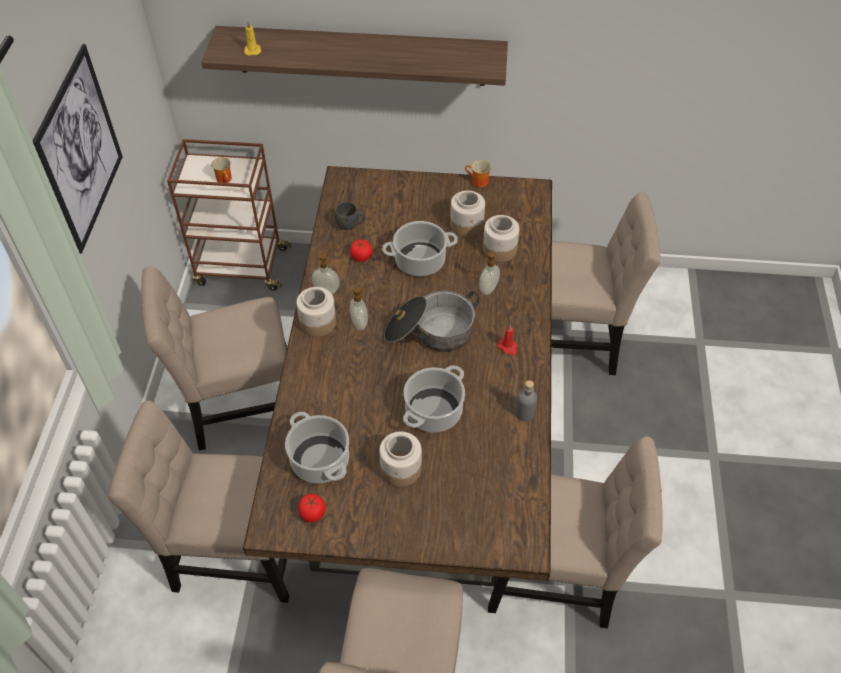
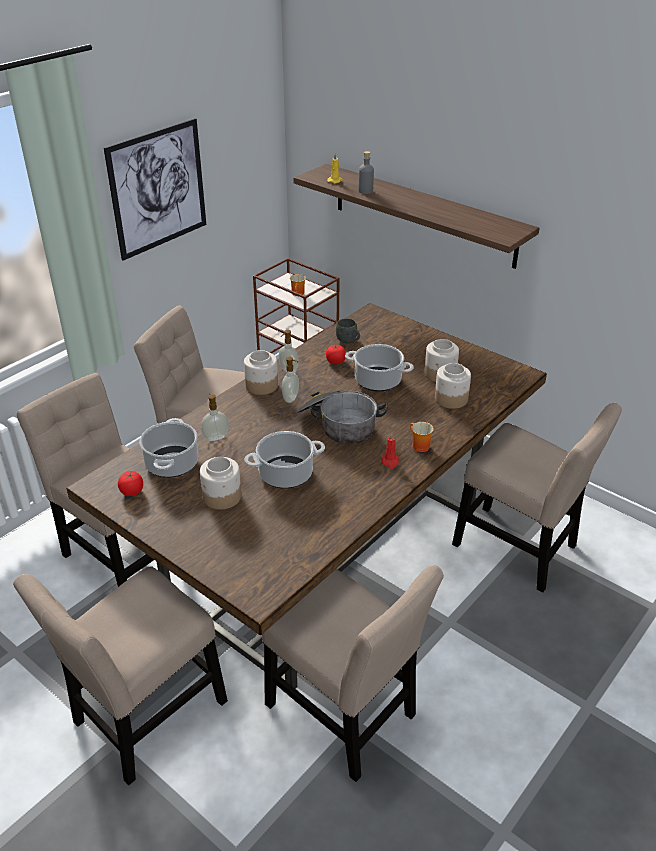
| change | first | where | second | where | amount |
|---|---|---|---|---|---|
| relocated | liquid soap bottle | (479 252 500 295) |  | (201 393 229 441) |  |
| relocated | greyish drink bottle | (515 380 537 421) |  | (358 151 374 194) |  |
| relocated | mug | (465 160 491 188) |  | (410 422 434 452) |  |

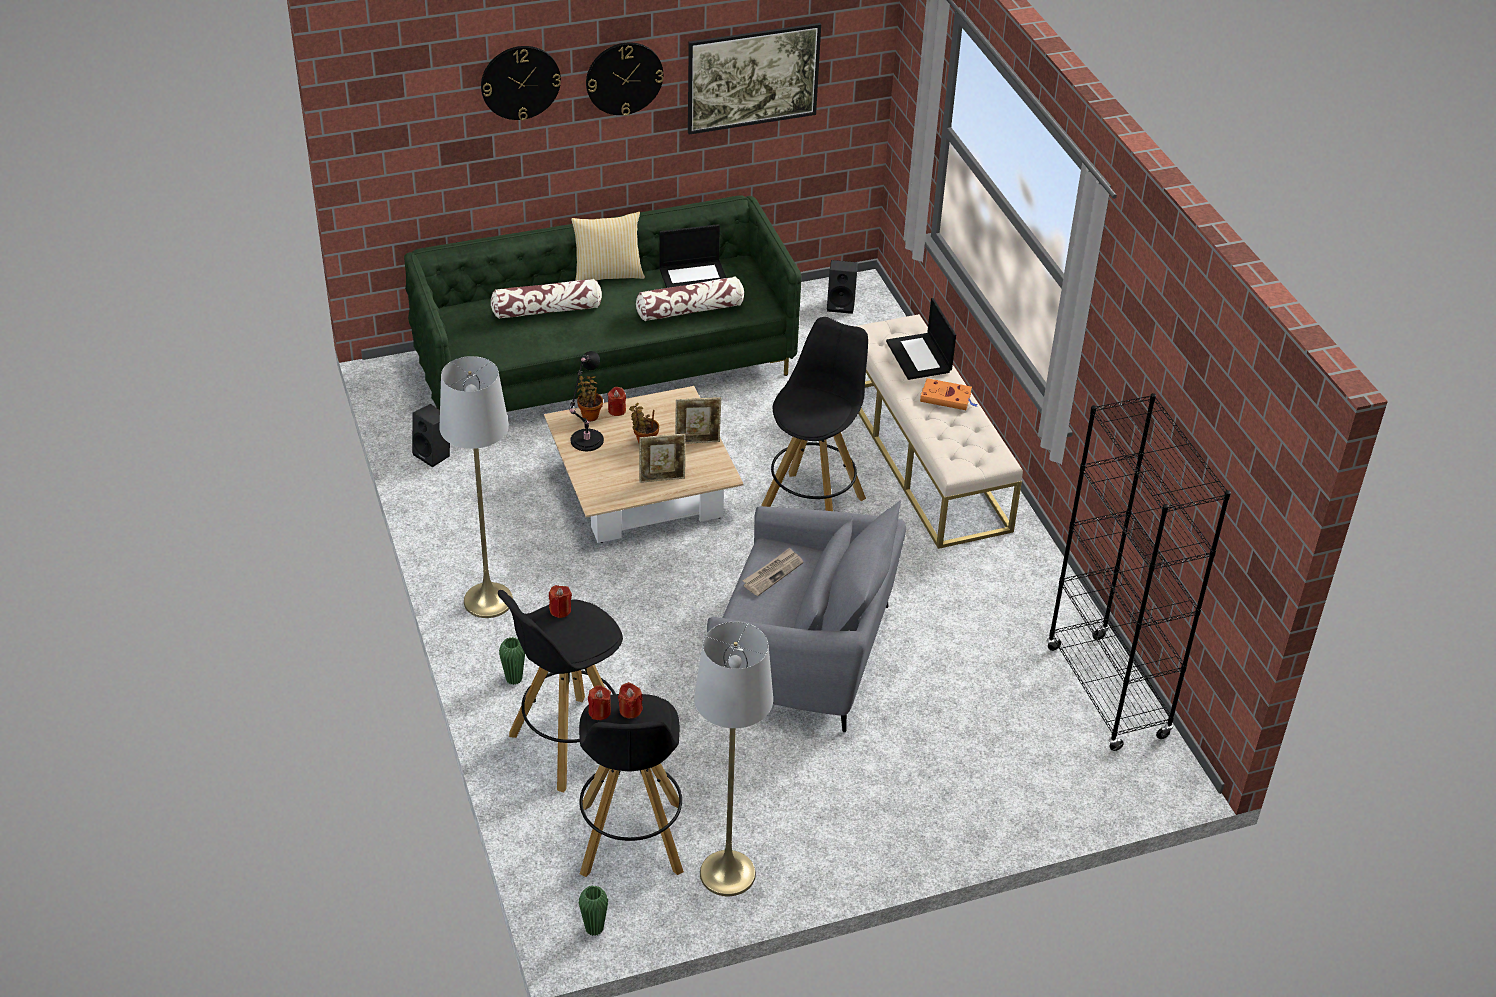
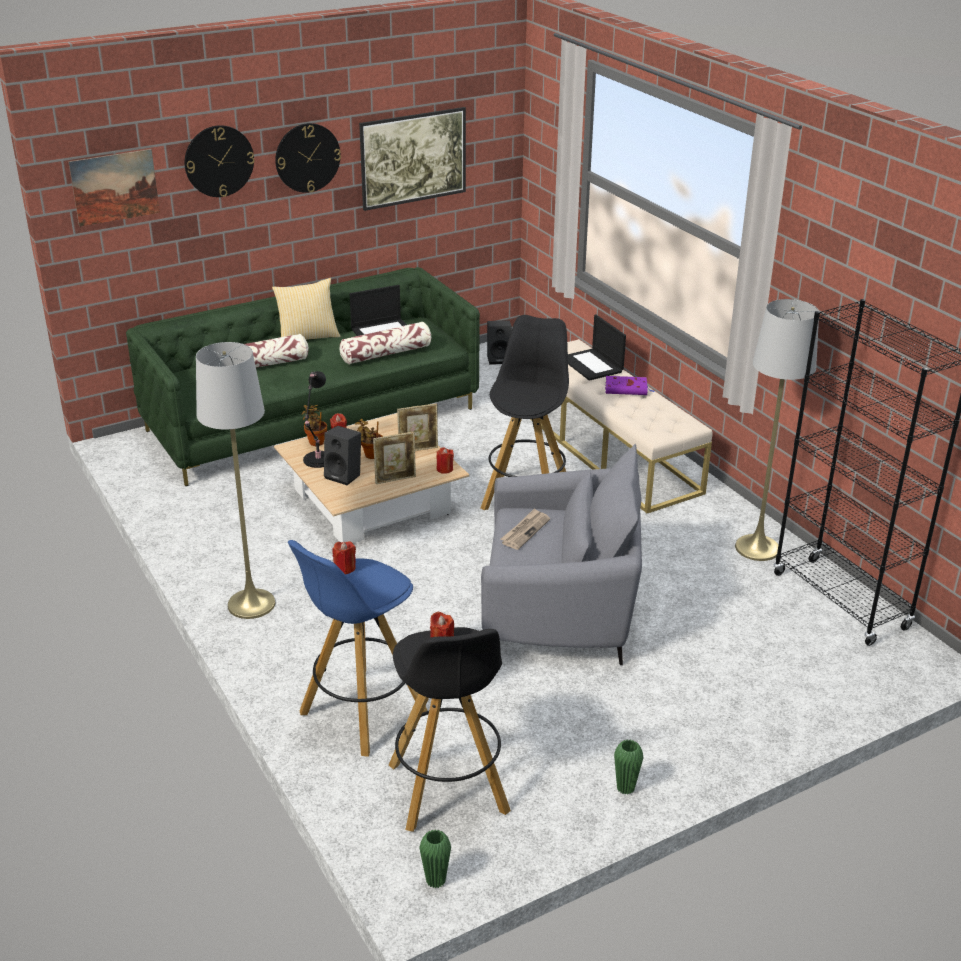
| change | first | where | second | where | amount |
|---|---|---|---|---|---|
| appeared |  |  | wall art | (68 149 160 227) |  |
| colour | black stool | (498 590 623 793) | bluish stool | (288 540 427 757) |  |
| relocated | black speaker | (412 404 450 467) |  | (324 426 361 485) |  |
| relocated | red-coloured candle | (588 685 611 720) |  | (436 447 454 473) |  |
| colour | orange volume | (920 378 978 410) | purple volume | (605 376 655 395) |  |
| relocated | green-coloured decorative vase | (499 637 525 685) |  | (614 740 644 795) |  |
| relocated | greyish standard lamp | (694 622 773 896) |  | (735 299 819 561) |  |

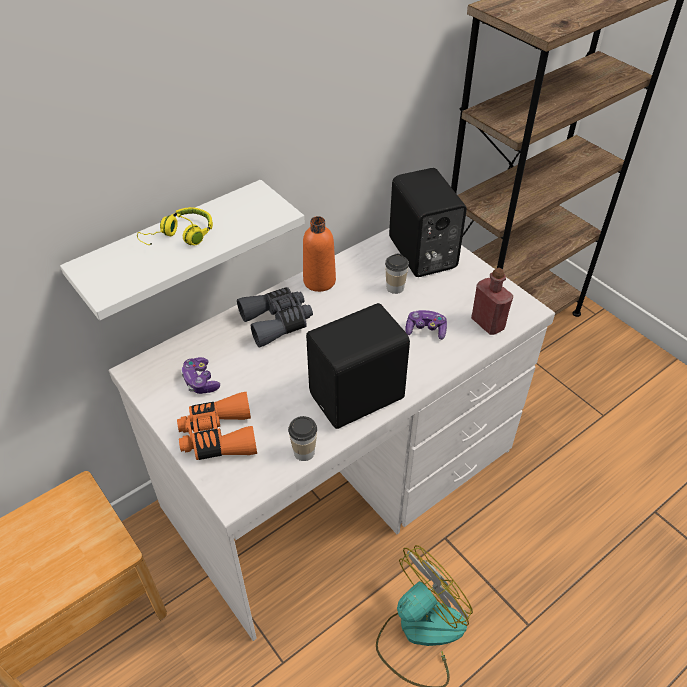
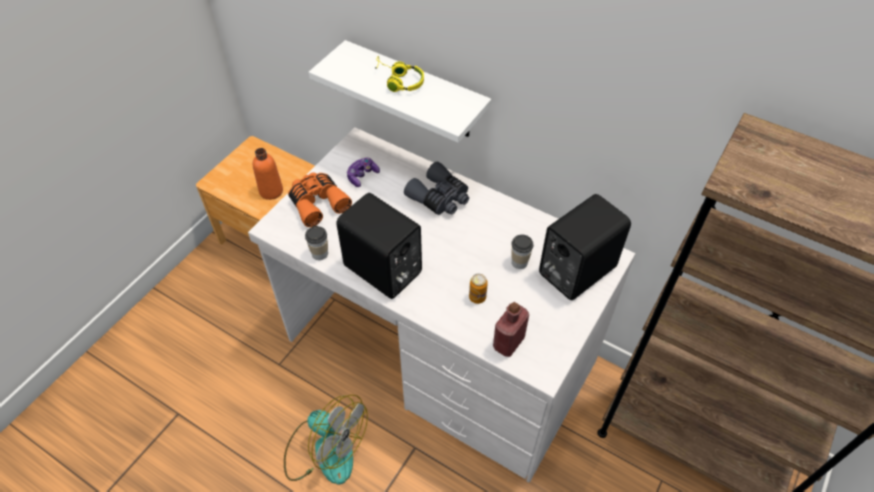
| change | first | where | second | where | amount |
|---|---|---|---|---|---|
| relocated | orange drink bottle | (303 216 336 292) |  | (253 148 283 200) |  |
| exchanged | gamepad | (405 310 447 340) | metal can | (469 274 488 304) |  |

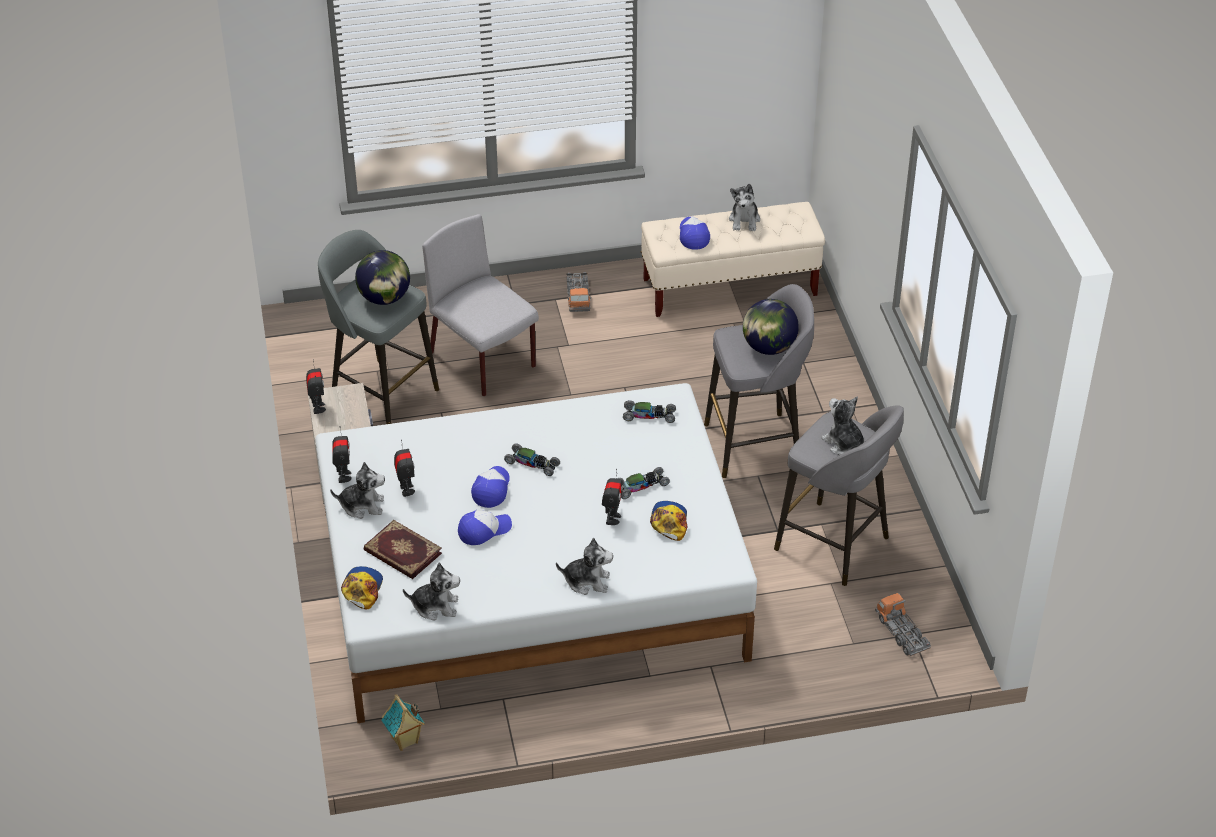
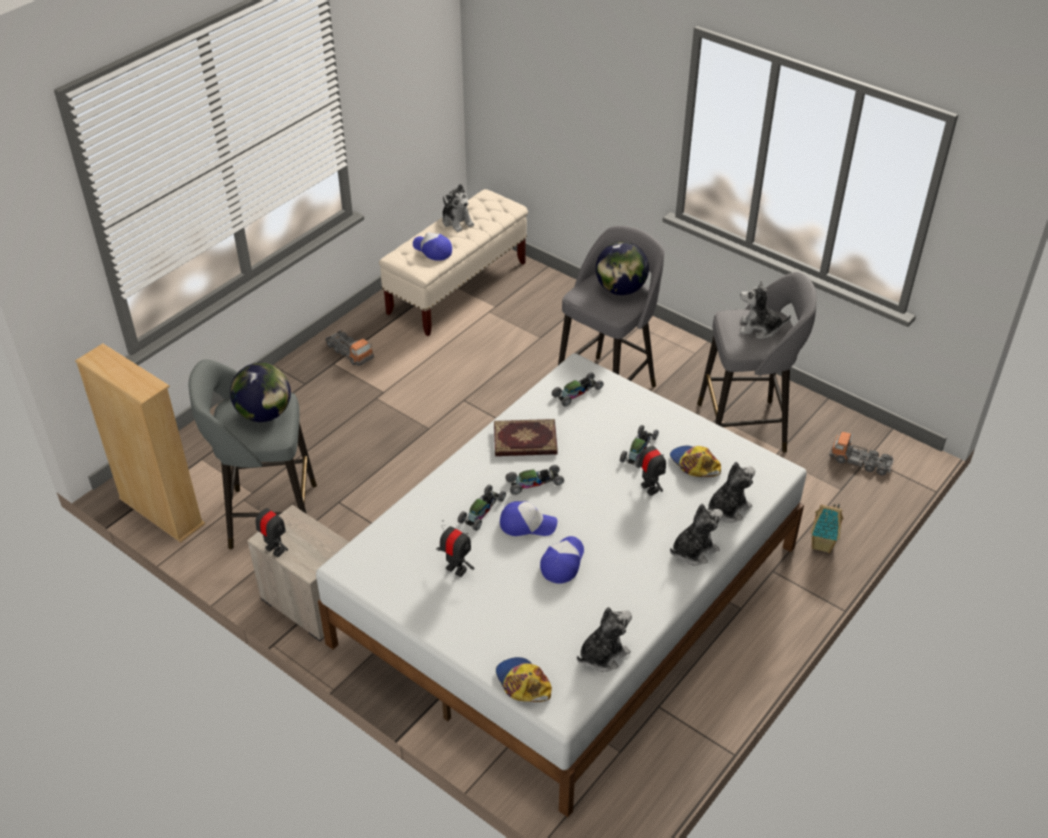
| change | first | where | second | where | amount |
|---|---|---|---|---|---|
| appeared |  |  | beige-coloured bookcase | (75 343 205 543) |  |
| appeared |  |  | toy car | (458 485 506 531) |  |
| relocated | volume | (364 520 442 579) |  | (494 419 558 456) |  |
| spun | peaked cap | (471 466 510 508) |  | (500 501 557 536) | 120 degrees clockwise |
| relocated | plush toy | (330 462 385 519) |  | (708 462 755 523) |  |
| relocated | miniature house | (381 694 425 751) |  | (811 503 843 553) |  |
| missing | toy robot | (332 426 352 483) |  |  |  |
| missing | greyish upright chair | (422 214 539 396) |  |  |  |

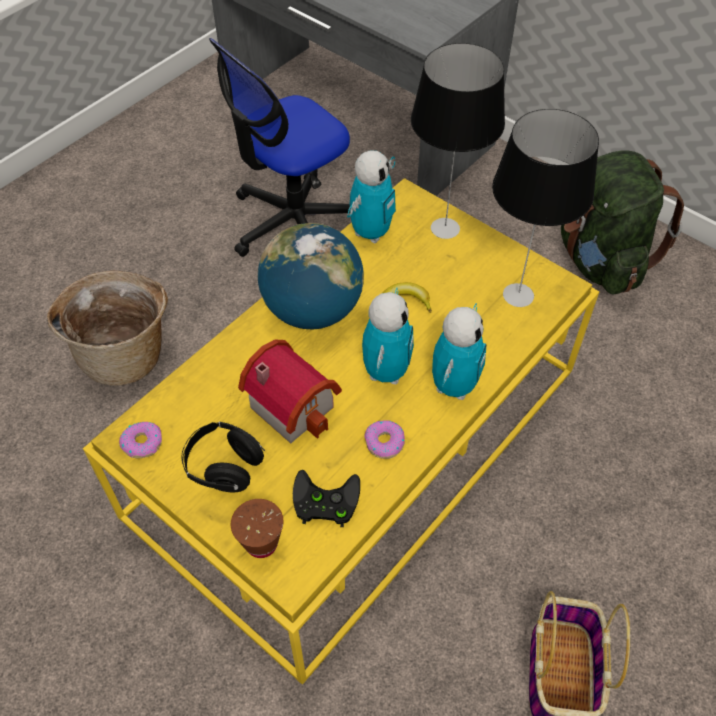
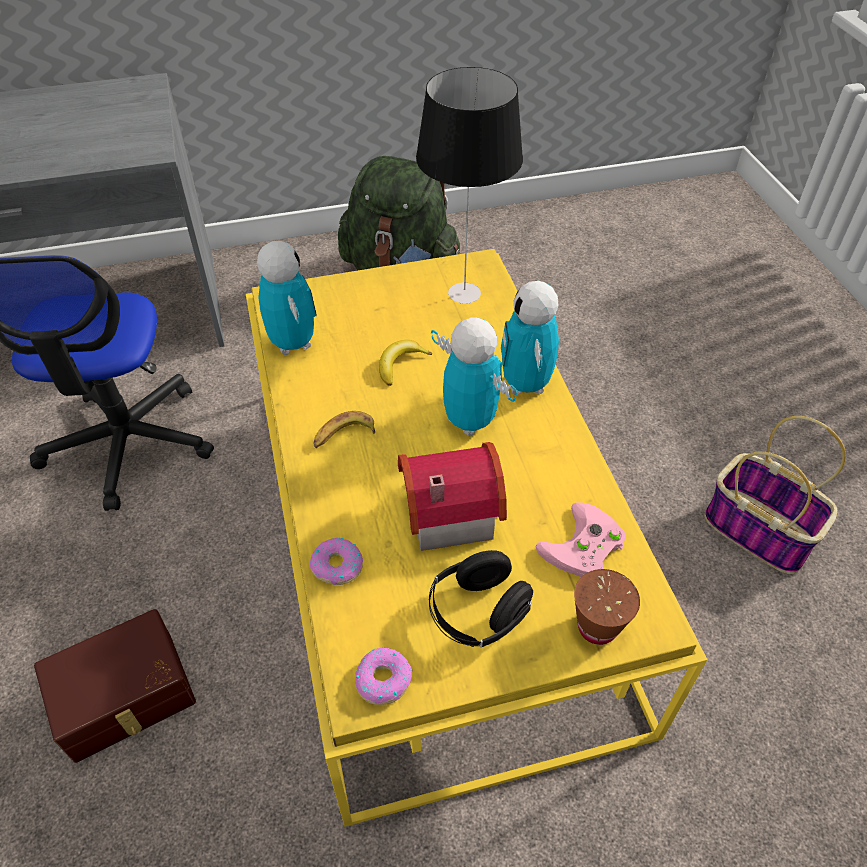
| change | first | where | second | where | amount |
|---|---|---|---|---|---|
| exchanged | storage basket | (47 271 168 386) | brown storage bin | (34 609 196 763) |  |
| relocated | donut | (364 420 405 459) |  | (310 538 363 585) |  |
| exchanged | world globe | (258 223 364 329) | banana fruit | (314 411 375 448) |  |
| spun | toy robot | (432 303 486 400) |  | (501 281 559 395) | 150 degrees counterclockwise |
| colour | black gamepad | (293 470 360 527) | pink-coloured gamepad | (536 502 625 577) |  |
| missing | lamp for a table | (411 43 505 239) |  |  |  |

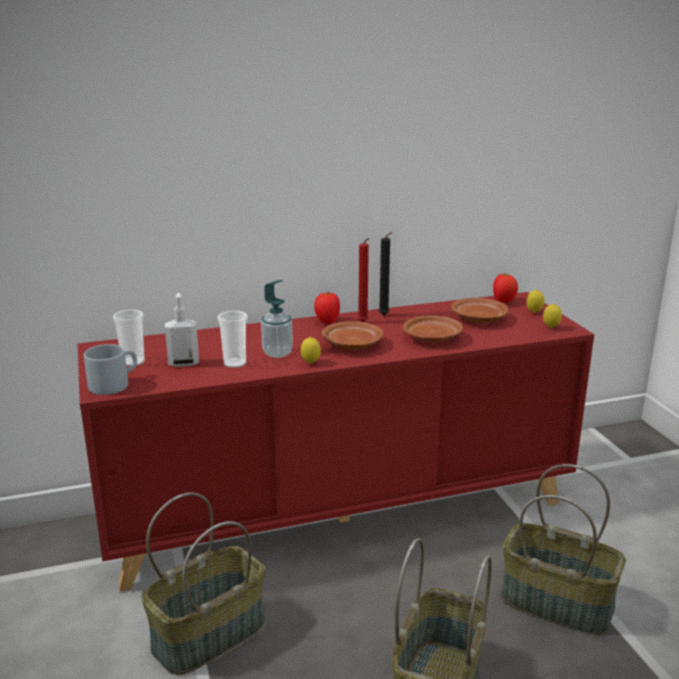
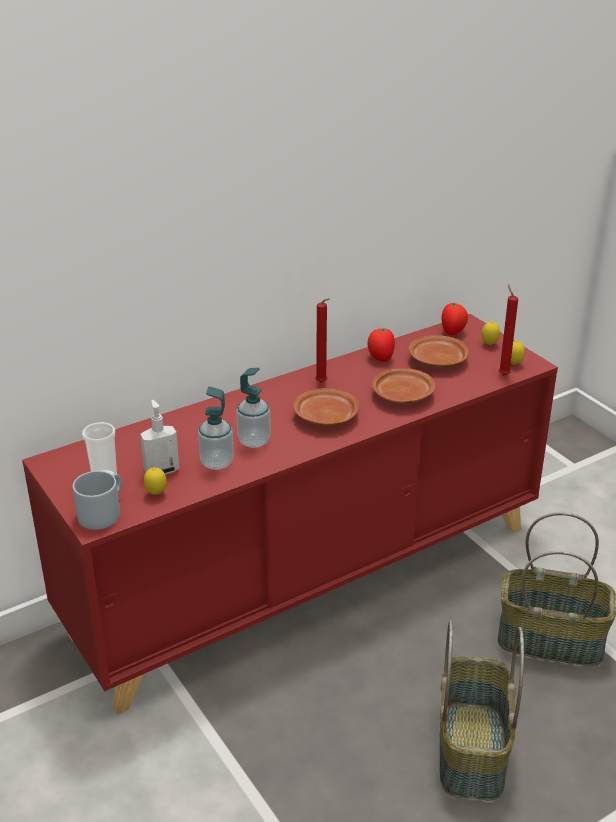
| change | first | where | second | where | amount |
|---|---|---|---|---|---|
| relocated | whole lemon | (301 337 321 364) |  | (144 467 167 495) |  |
| exchanged | small cup | (217 311 248 368) | liquid soap bottle | (198 387 234 470) |  |
| relocated | fresh tomato | (314 292 340 324) |  | (367 327 395 362) |  |
| appeared |  |  | red-coloured candle | (498 285 518 375) |  |
| missing | storage basket | (142 492 265 675) |  |  |  |
| missing | black candle | (379 232 392 315) |  |  |  |

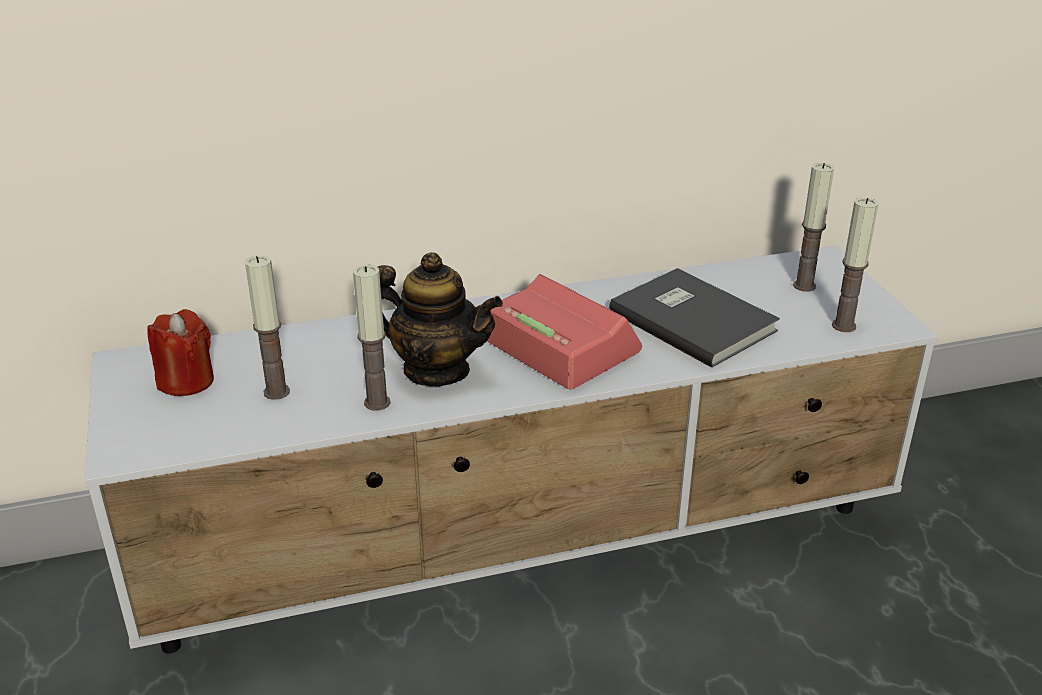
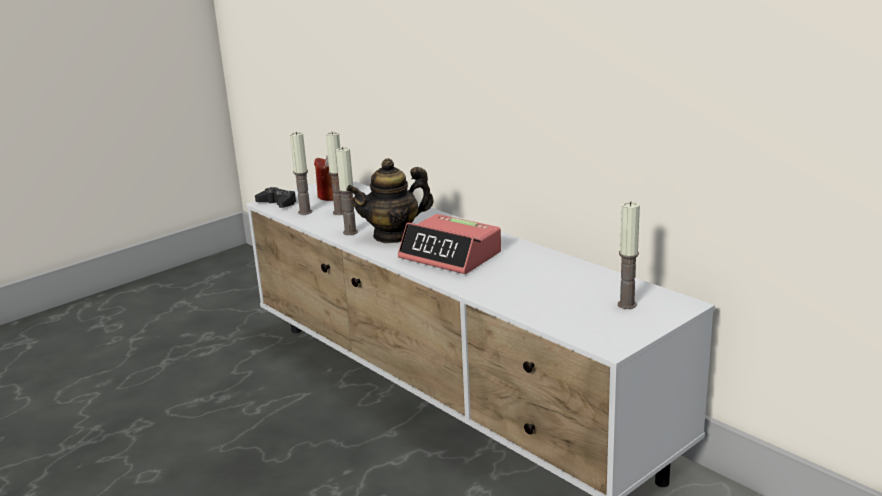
| change | first | where | second | where | amount |
|---|---|---|---|---|---|
| appeared |  |  | black gamepad | (255 187 297 208) |  |
| relocated | candle | (832 197 878 332) |  | (290 132 312 215) |  |
| spun | pot for tea | (378 252 503 386) |  | (346 158 434 243) | 75 degrees clockwise |
| spun | alarm clock | (487 274 642 390) |  | (398 214 501 274) | 105 degrees clockwise |
| missing | greyish volume | (609 268 780 368) |  |  |  |

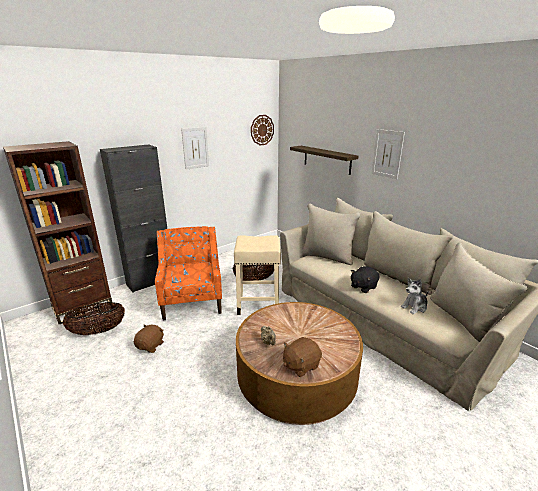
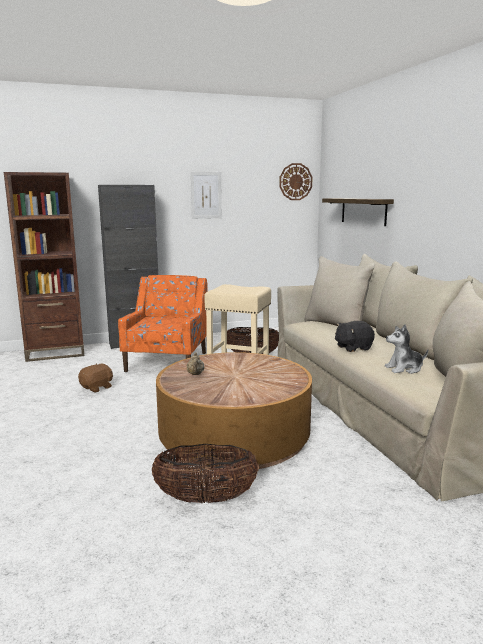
| change | first | where | second | where | amount |
|---|---|---|---|---|---|
| relocated | storage basket | (63 302 125 335) |  | (152 444 259 503) |  |
| missing | brown plush toy | (283 337 322 377) |  |  |  |
| missing | wall art | (371 129 405 179) |  |  |  |

